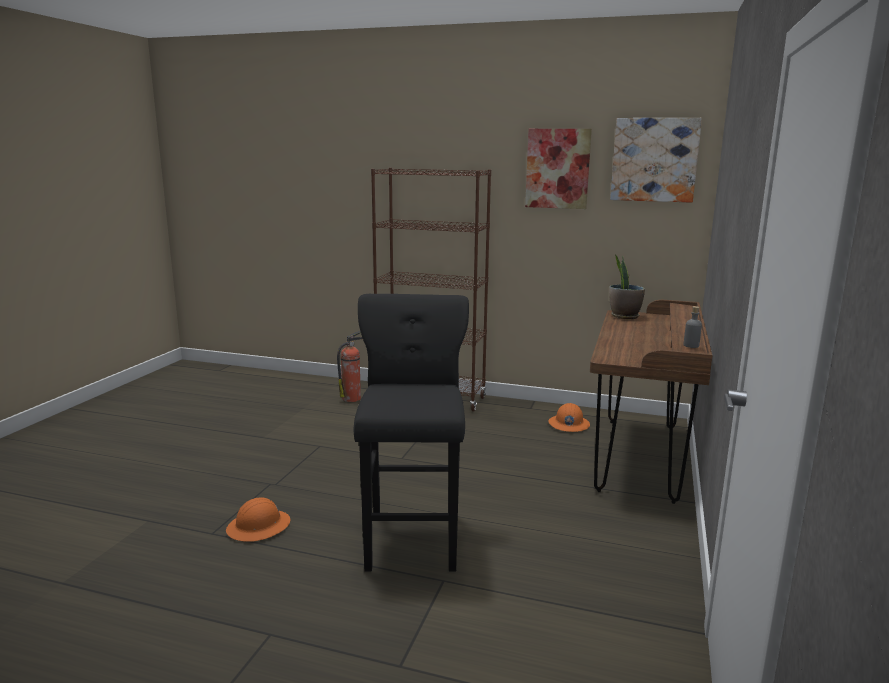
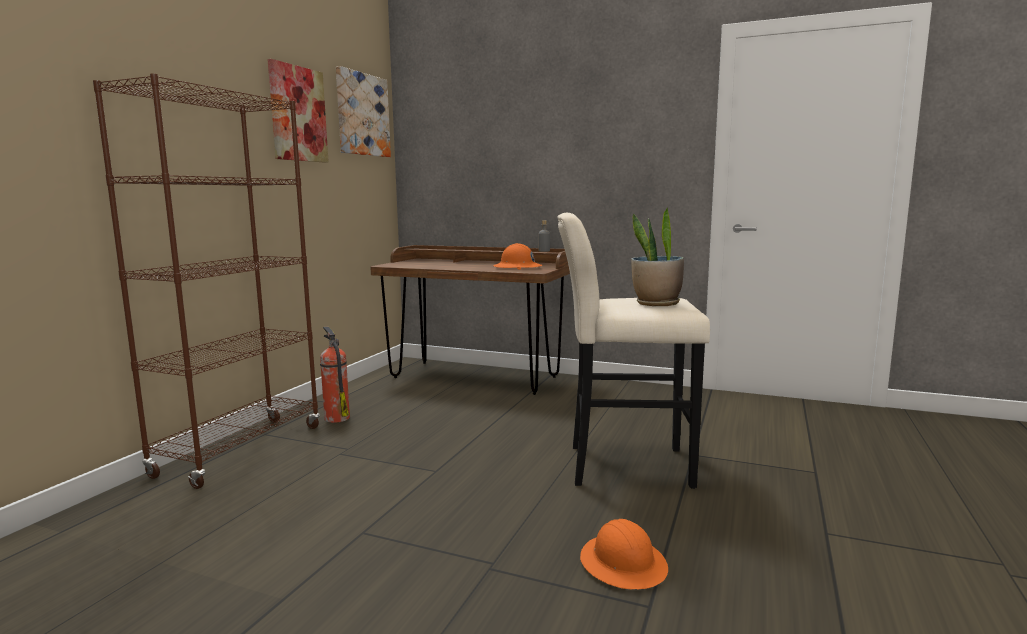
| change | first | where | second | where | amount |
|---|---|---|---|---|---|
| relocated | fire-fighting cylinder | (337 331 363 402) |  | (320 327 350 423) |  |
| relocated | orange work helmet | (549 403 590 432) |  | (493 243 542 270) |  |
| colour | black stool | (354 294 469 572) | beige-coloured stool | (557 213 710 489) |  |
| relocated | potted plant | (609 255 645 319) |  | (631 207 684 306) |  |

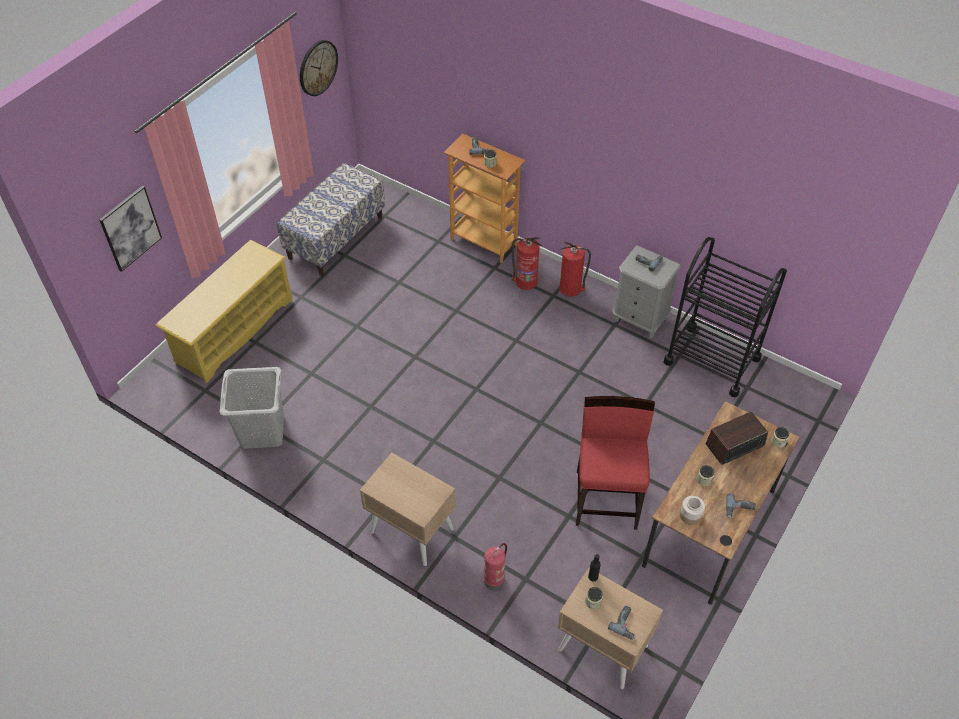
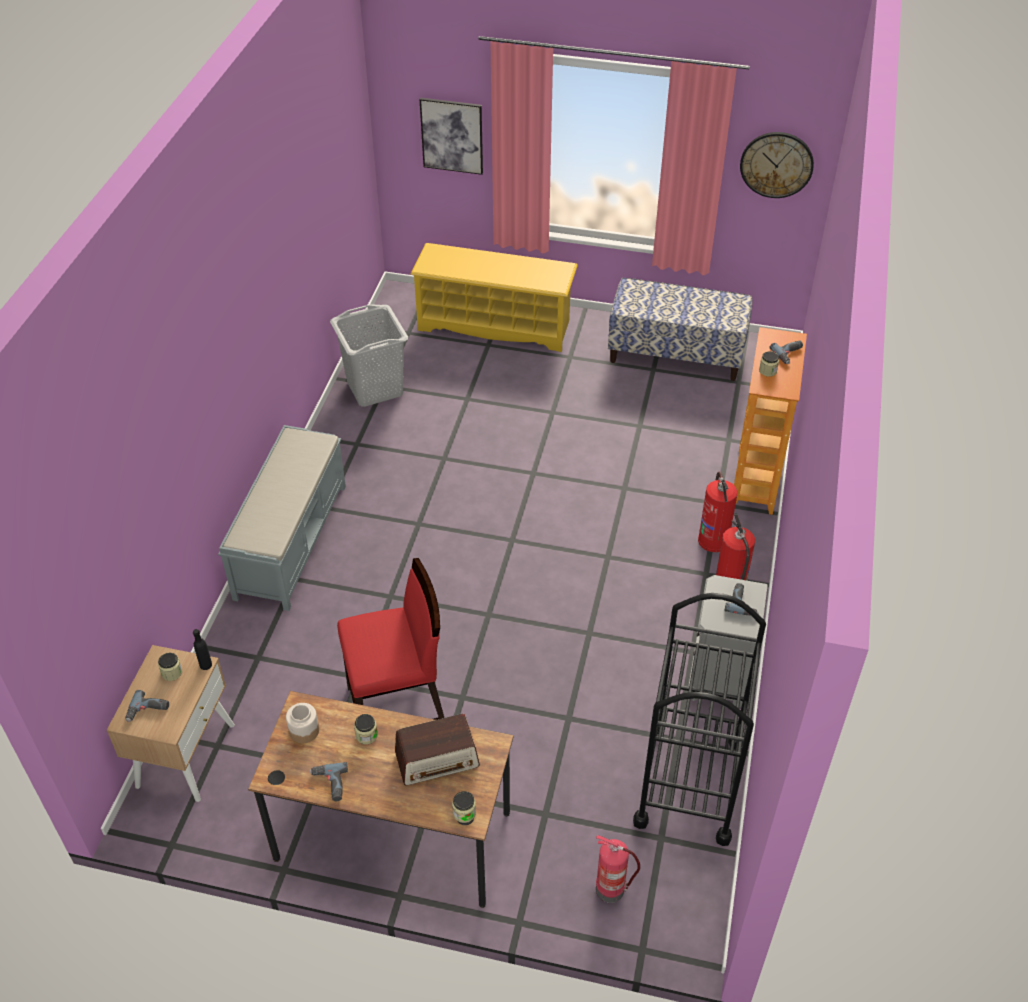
| change | first | where | second | where | amount |
|---|---|---|---|---|---|
| exchanged | beige-coloured night table | (360 452 456 566) | greyish bench | (218 425 346 611) |  |
| spun | radio | (706 412 768 465) |  | (395 714 480 785) | 120 degrees clockwise |
| relocated | fire-fighting cylinder | (484 543 507 590) |  | (596 835 640 903) |  |

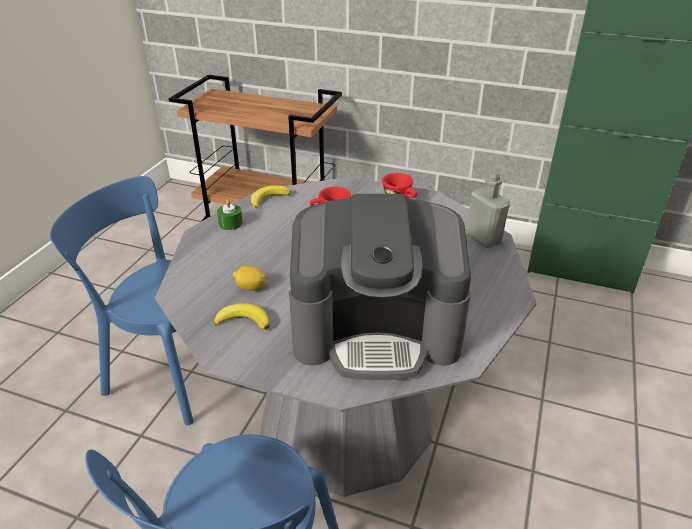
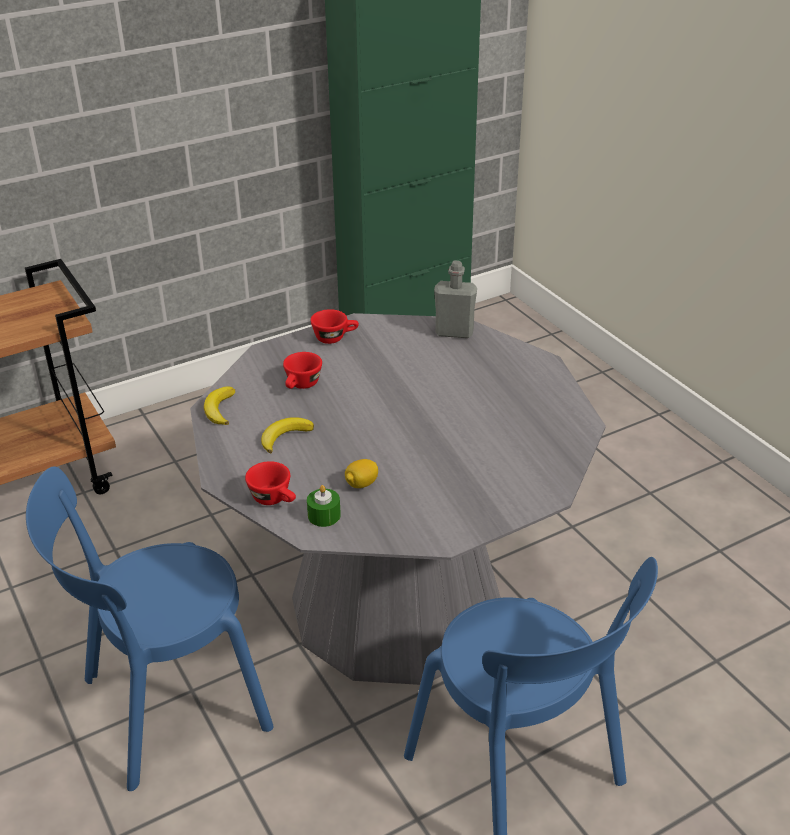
| change | first | where | second | where | amount |
|---|---|---|---|---|---|
| appeared |  |  | red-coloured small cup | (245 461 296 505) |  |
| relocated | banana fruit | (214 303 270 330) |  | (261 417 314 453) |  |
| relocated | green-coloured candle | (217 199 243 230) |  | (307 485 341 527) |  |
| missing | coffee machine | (289 194 471 380) |  |  |  |

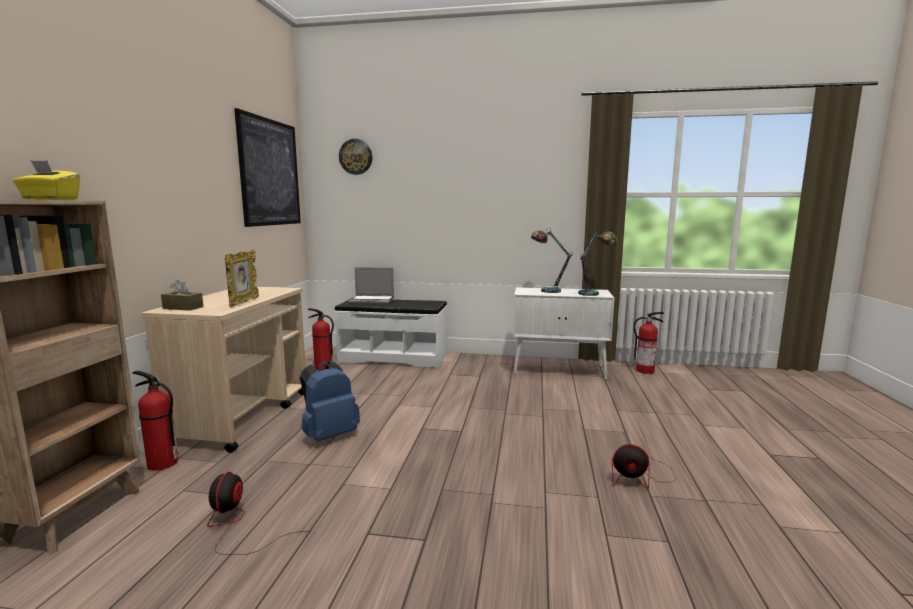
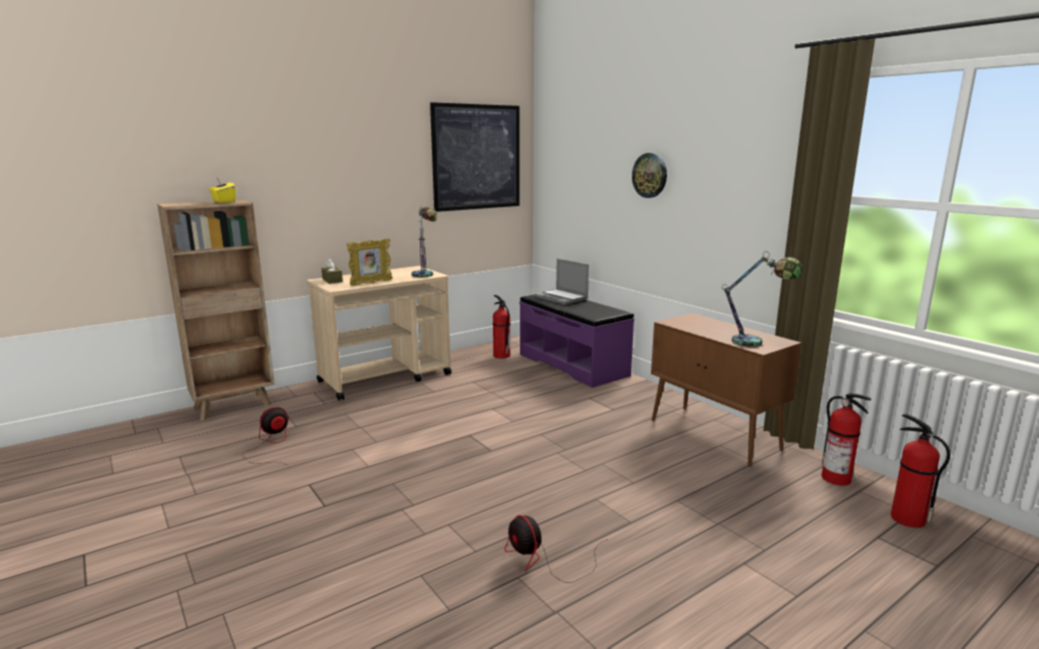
| change | first | where | second | where | amount |
|---|---|---|---|---|---|
| relocated | lamp for a table | (531 228 573 293) |  | (411 207 437 277) |  |
| colour | white-coloured bench | (334 298 447 368) | purple bench | (519 295 634 388) |  |
| relocated | wall clock | (339 139 372 175) |  | (632 153 667 198) |  |
| colour | white-coloured cabinet | (513 287 614 380) | brown cabinet | (651 313 802 467) |  |
| relocated | fire-fighting cylinder | (132 371 178 470) |  | (891 414 950 528) |  |
| missing | bluish rucksack | (300 361 360 441) |  |  |  |

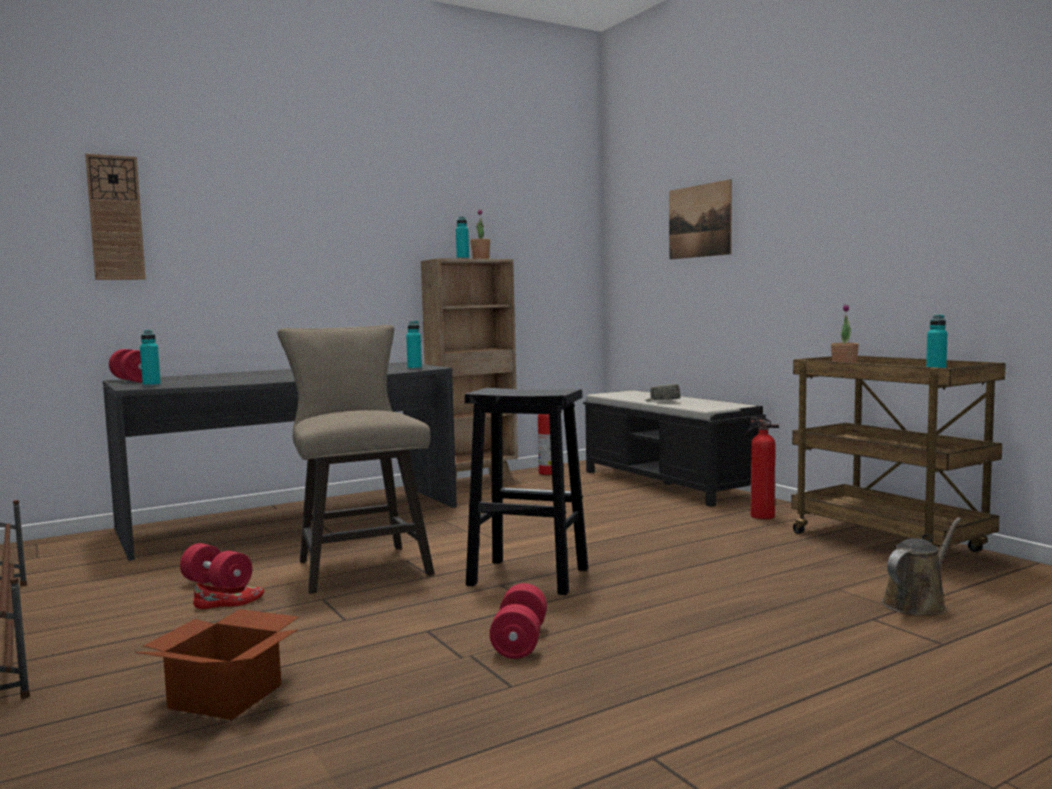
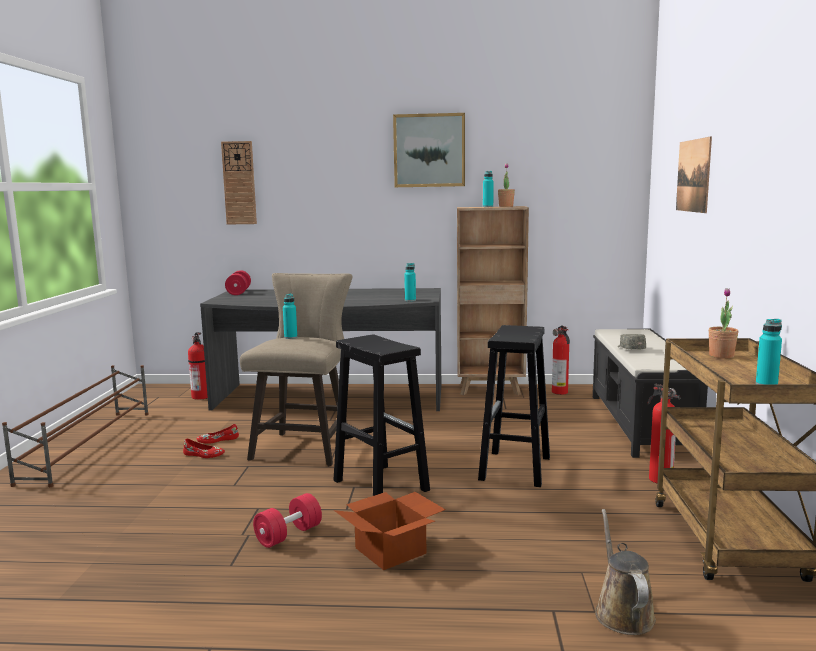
| change | first | where | second | where | amount |
|---|---|---|---|---|---|
| appeared |  |  | fire-fighting cylinder | (188 332 208 400) |  |
| exchanged | red-coloured dumbbell | (180 543 252 588) | red-coloured item of footwear | (197 424 239 444) |  |
| relocated | turquoise drink bottle | (140 330 161 387) |  | (283 294 297 339) |  |
| relocated | carton | (135 609 299 720) |  | (334 492 446 570) |  |
| appeared |  |  | wall art | (393 113 465 187) |  |
| appeared |  |  | black stool | (478 325 550 487) |  |
| spun | brown watering pot | (882 517 961 616) |  | (595 509 656 635) | 90 degrees counterclockwise |

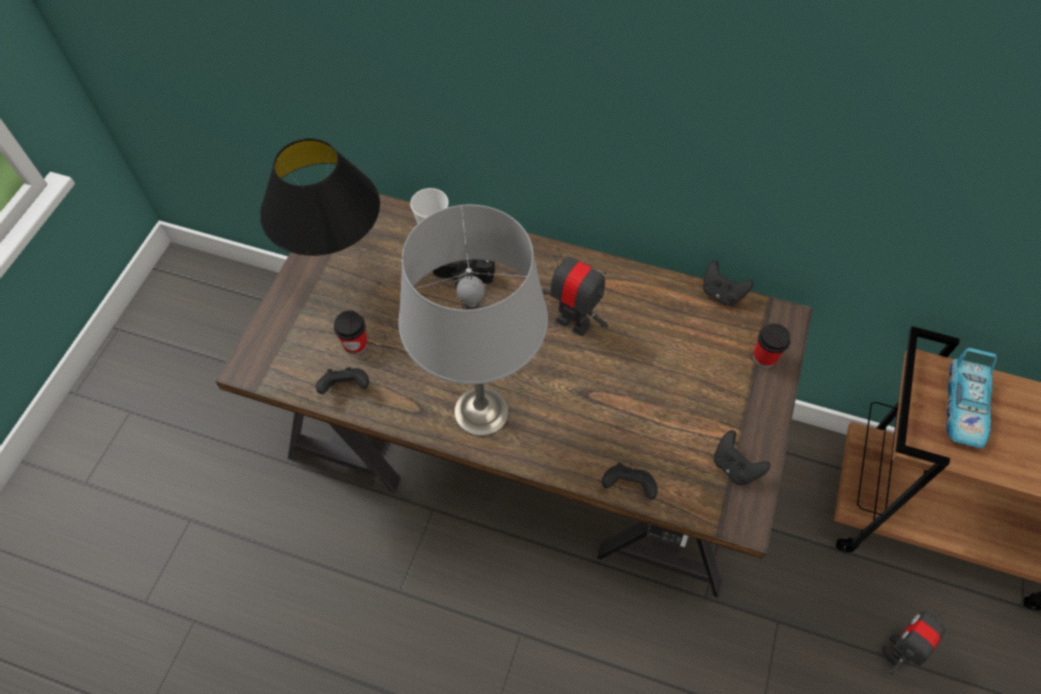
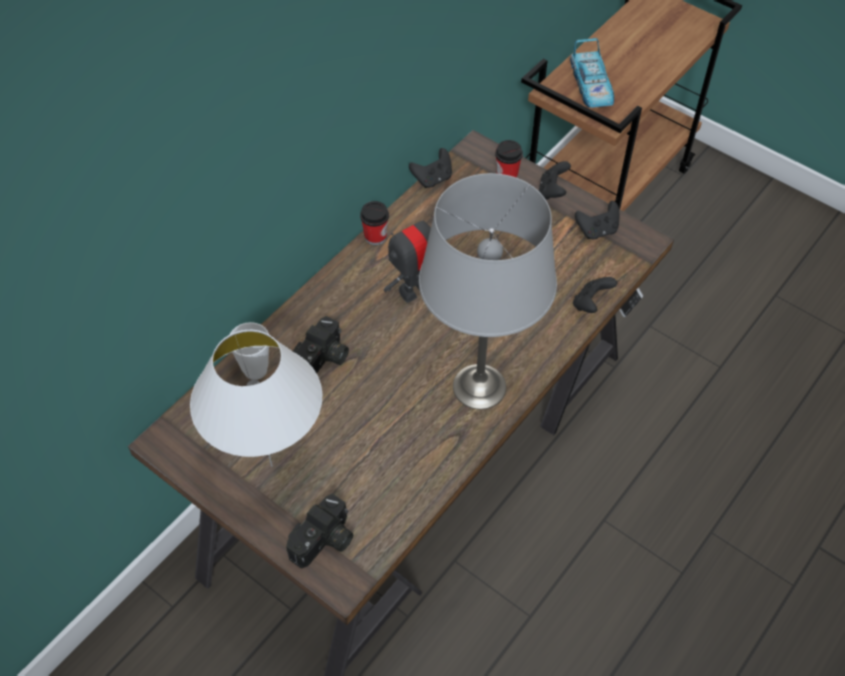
| change | first | where | second | where | amount |
|---|---|---|---|---|---|
| colour | black lamp for a table | (260 138 380 280) | white-coloured lamp for a table | (190 330 323 467) |  |
| appeared |  |  | still camera | (286 493 353 569) |  |
| relocated | small cup | (334 311 367 355) |  | (360 201 389 245) |  |
| relocated | black gamepad | (316 367 369 394) |  | (539 161 571 200) |  |
| spun | toy car | (946 348 997 449) |  | (570 38 614 108) | 45 degrees clockwise |
| missing | toy robot | (882 608 949 675) |  |  |  |

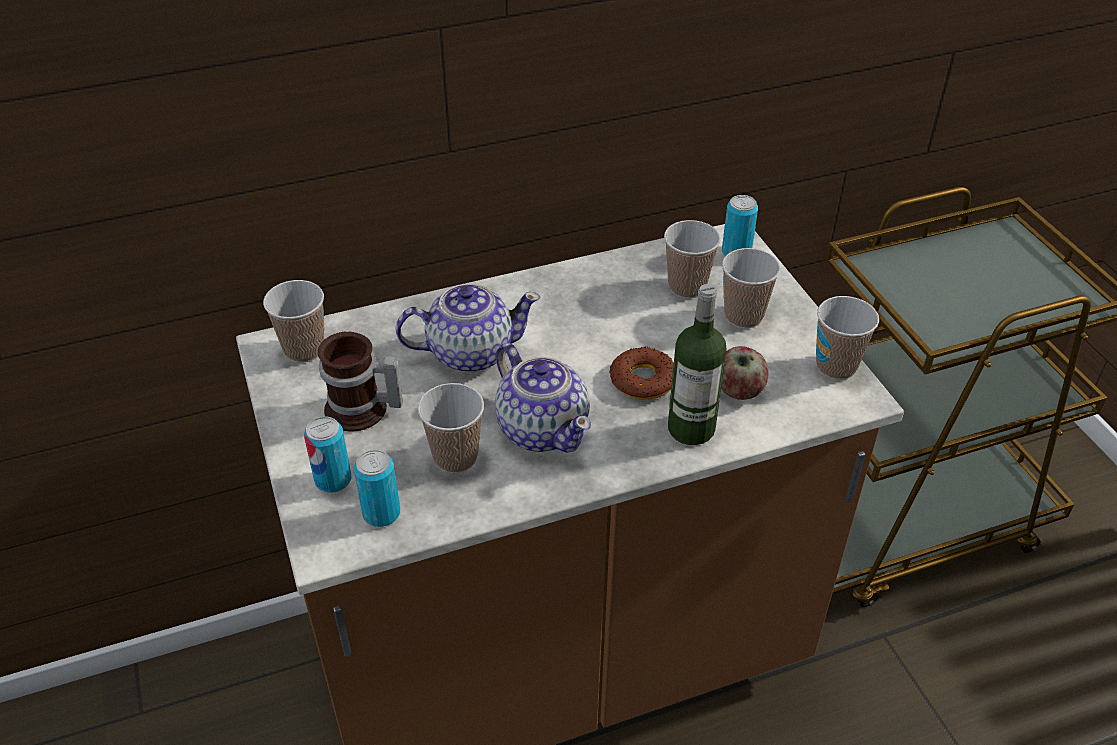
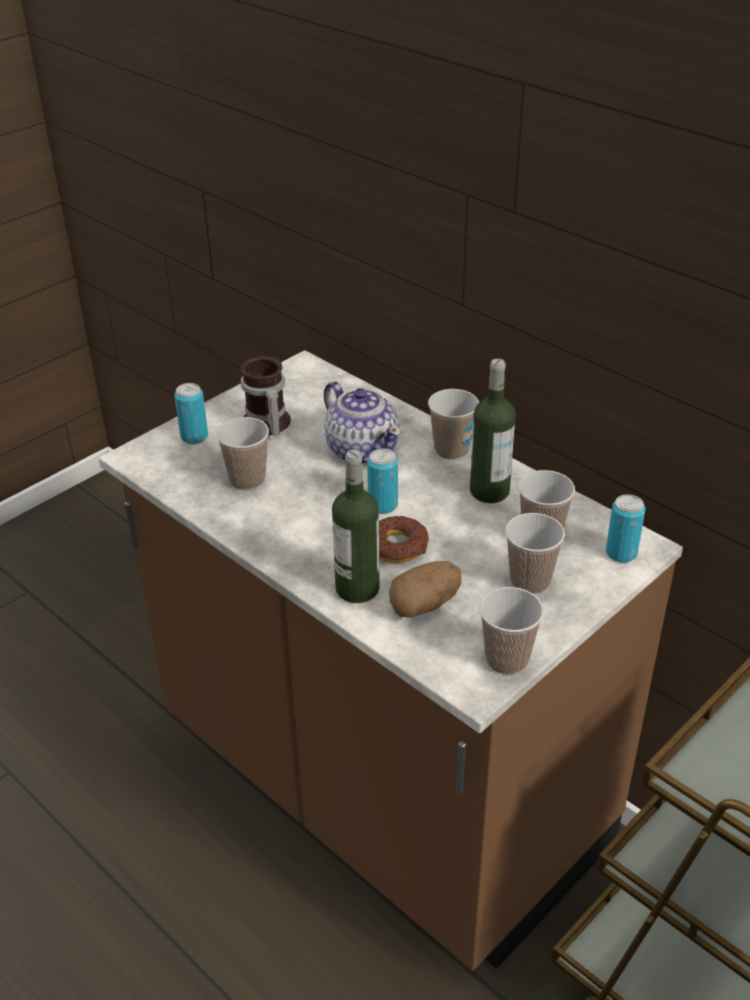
| change | first | where | second | where | amount |
|---|---|---|---|---|---|
| relocated | metal can | (354 449 400 527) |  | (367 449 398 514) |  |
| exchanged | apple | (721 346 769 400) | spud | (389 561 461 617) |  |
| relocated | small cup | (263 280 324 363) |  | (428 389 479 460) |  |
| appeared |  |  | drink bottle | (470 358 516 503) |  |
| missing | pot for tea | (495 343 591 453) |  |  |  |

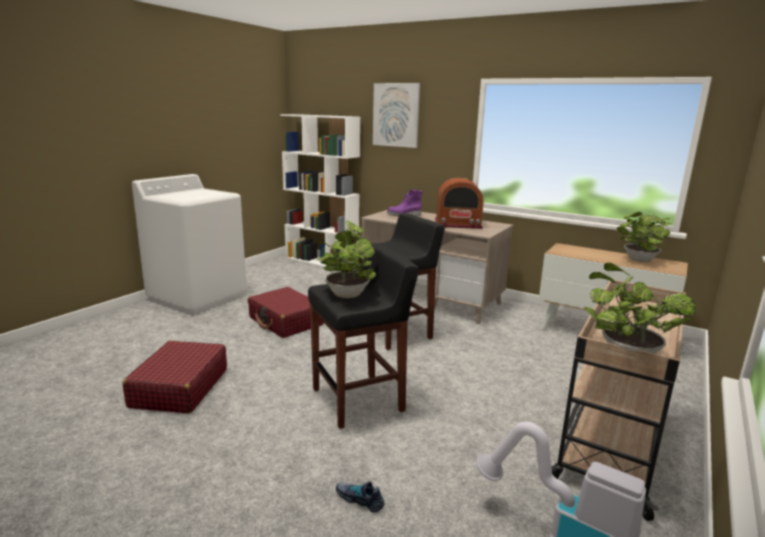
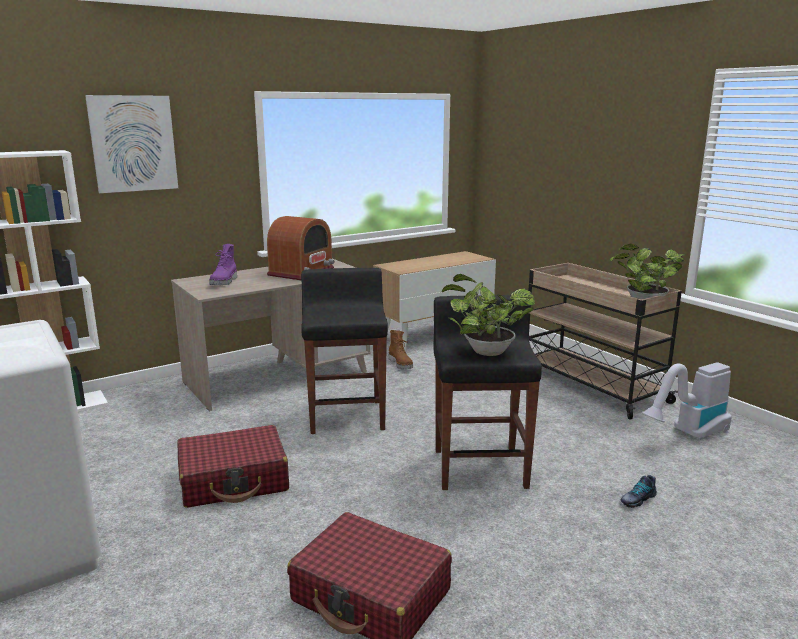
| change | first | where | second | where | amount |
|---|---|---|---|---|---|
| appeared |  |  | brown tall boot | (389 330 413 369) |  |
| missing | potted plant | (617 212 670 262) |  |  |  |

